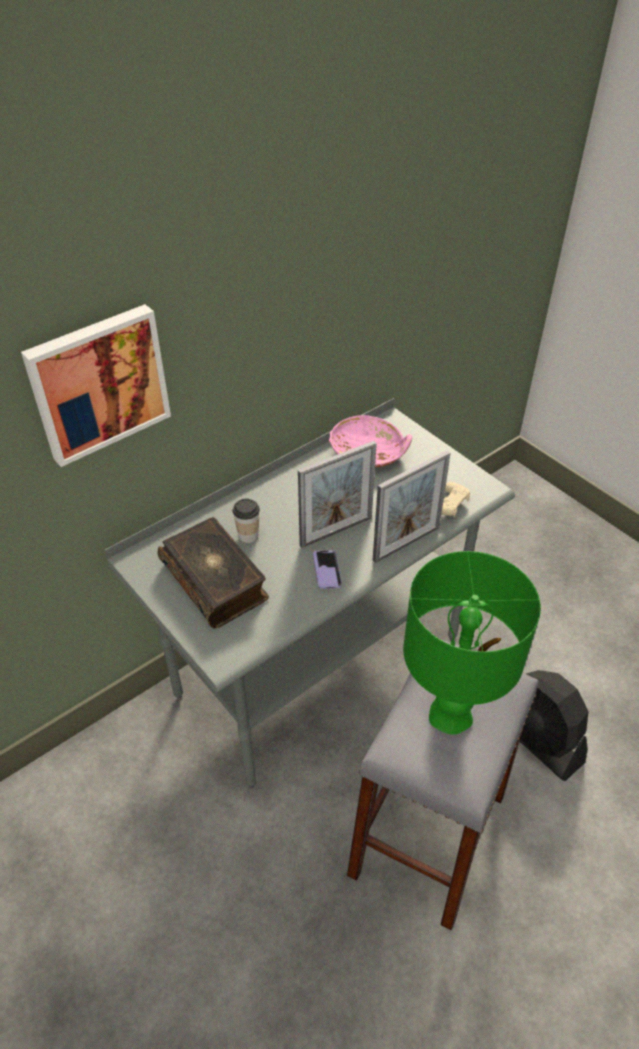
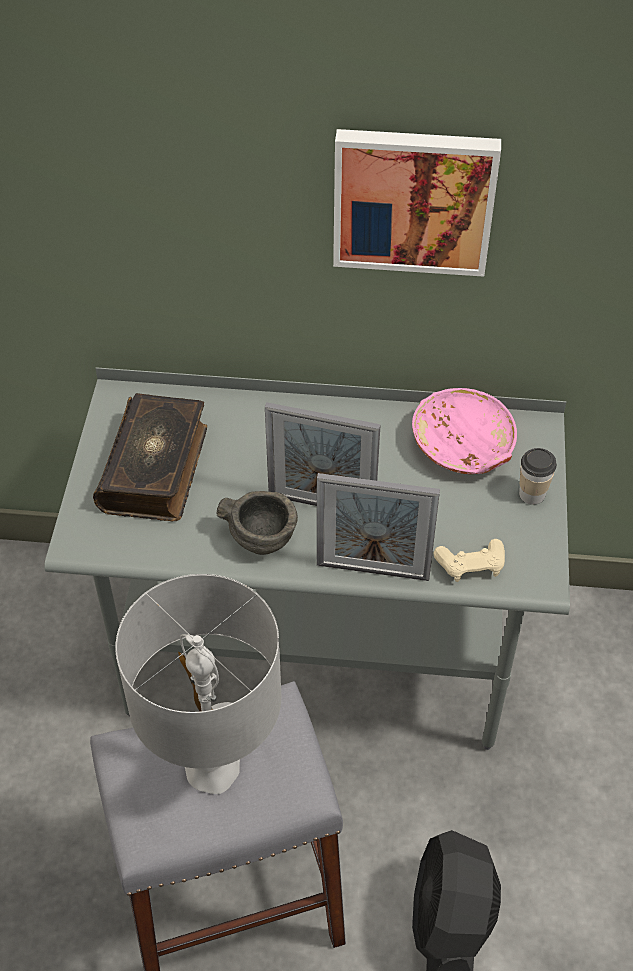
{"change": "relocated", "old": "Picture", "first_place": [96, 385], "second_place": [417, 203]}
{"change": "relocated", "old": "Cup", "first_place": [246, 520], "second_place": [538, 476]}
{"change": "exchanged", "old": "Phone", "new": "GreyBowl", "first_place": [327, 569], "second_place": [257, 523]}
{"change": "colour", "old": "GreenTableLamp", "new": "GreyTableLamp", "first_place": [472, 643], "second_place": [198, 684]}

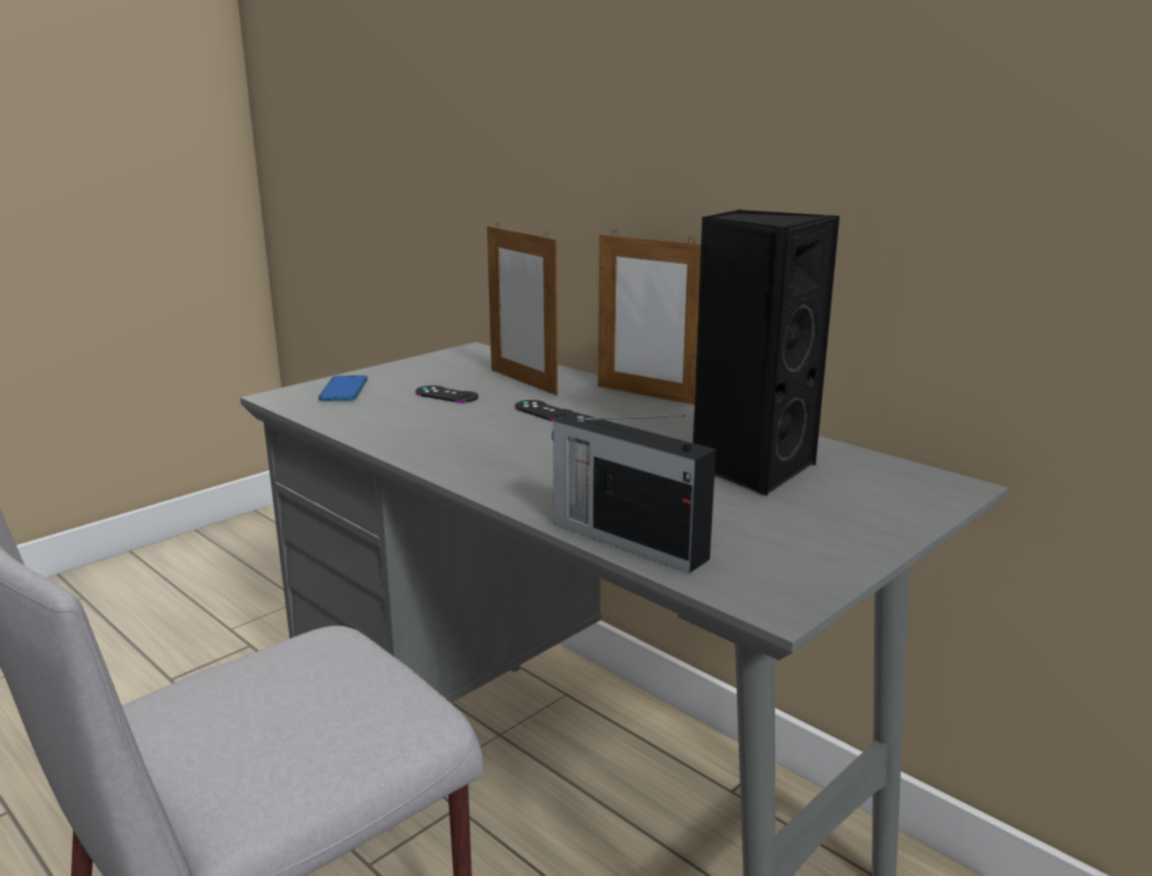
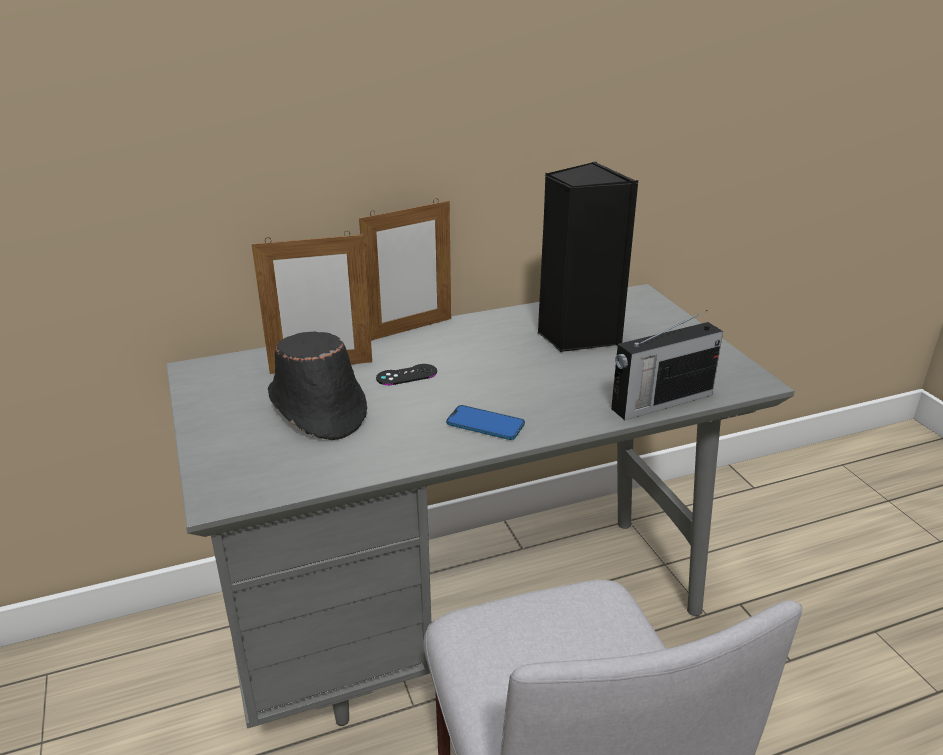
{"change": "relocated", "old": "Phone", "first_place": [343, 388], "second_place": [485, 422]}
{"change": "exchanged", "old": "BlackGameController", "new": "BlackHat", "first_place": [446, 394], "second_place": [317, 385]}

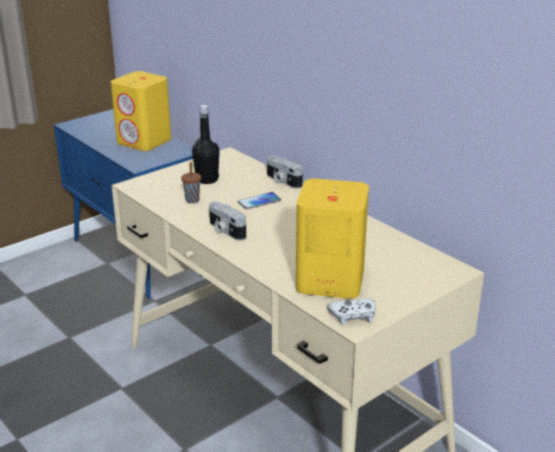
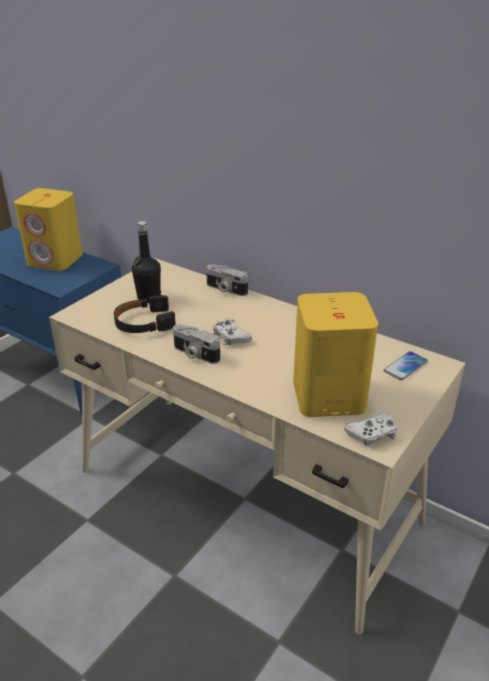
{"change": "appeared", "new": "WhiteGameController", "second_place": [232, 331]}
{"change": "relocated", "old": "Phone", "first_place": [259, 200], "second_place": [406, 365]}
{"change": "exchanged", "old": "BrownCup", "new": "BlackHeadphones", "first_place": [191, 182], "second_place": [145, 314]}

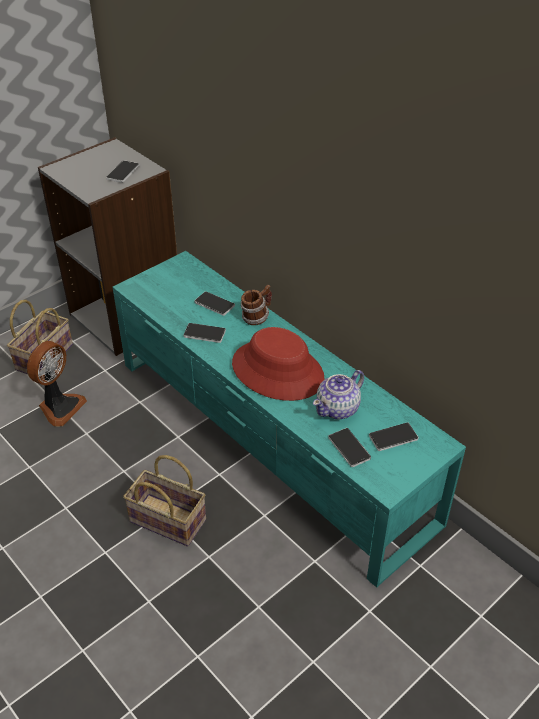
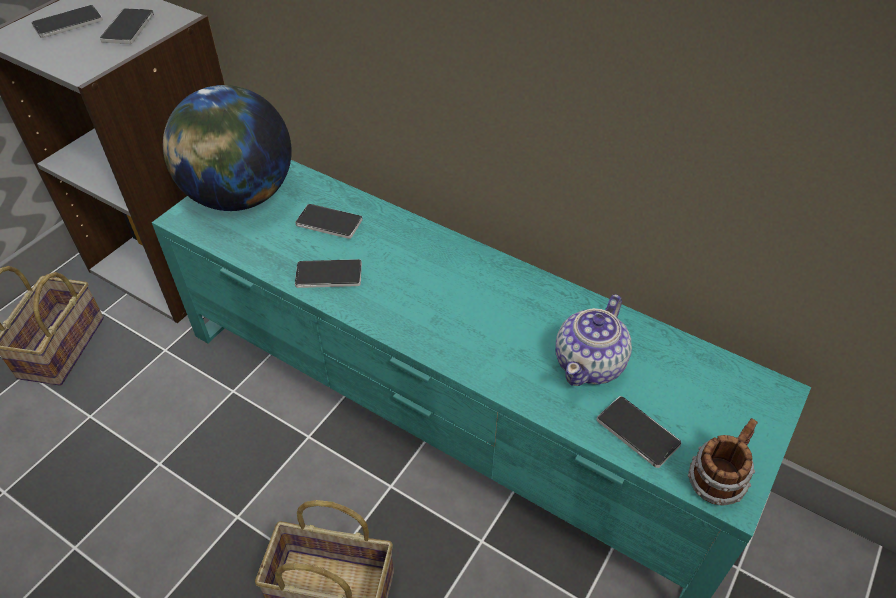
{"change": "missing", "old": "Fan", "first_place": [57, 384]}
{"change": "missing", "old": "RedHat", "first_place": [278, 364]}
{"change": "appeared", "new": "Globe", "second_place": [227, 148]}
{"change": "relocated", "old": "Mug", "first_place": [256, 305], "second_place": [723, 462]}
{"change": "relocated", "old": "Phone", "first_place": [394, 436], "second_place": [67, 21]}

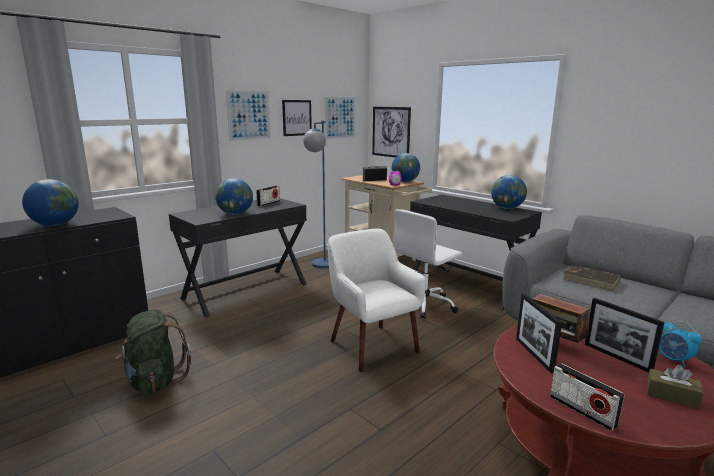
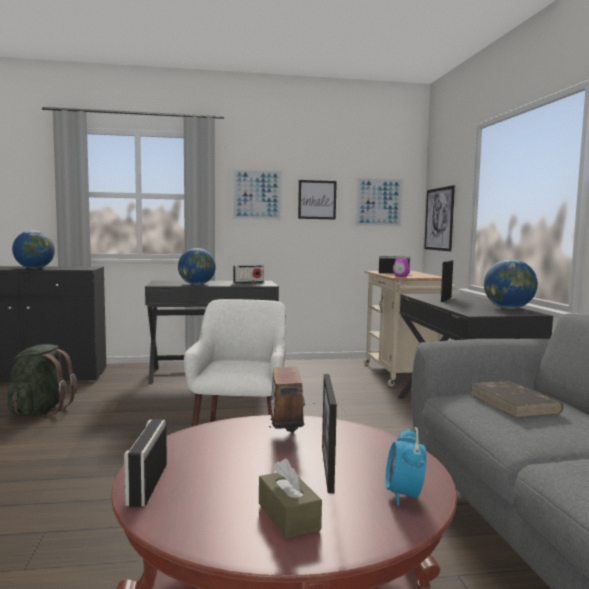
{"change": "missing", "old": "BlueFloorLamp", "first_place": [316, 194]}
{"change": "missing", "old": "Globe", "first_place": [406, 167]}
{"change": "missing", "old": "WhiteOfficeChair", "first_place": [428, 264]}
{"change": "relocated", "old": "PictureFrame", "first_place": [539, 333], "second_place": [447, 281]}

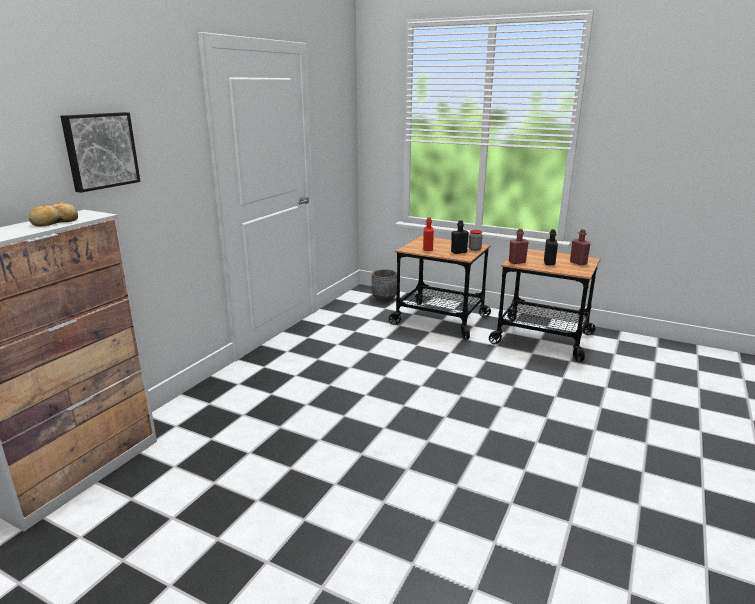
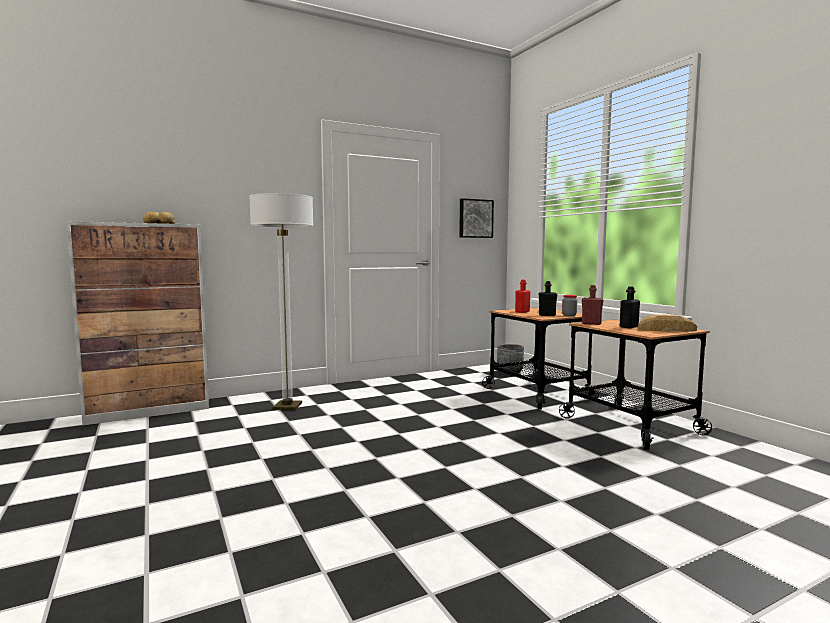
{"change": "appeared", "new": "FloorLamp", "second_place": [281, 301]}
{"change": "relocated", "old": "Picture", "first_place": [100, 152], "second_place": [476, 218]}
{"change": "exchanged", "old": "RedBottle", "new": "Bread", "first_place": [580, 247], "second_place": [667, 323]}

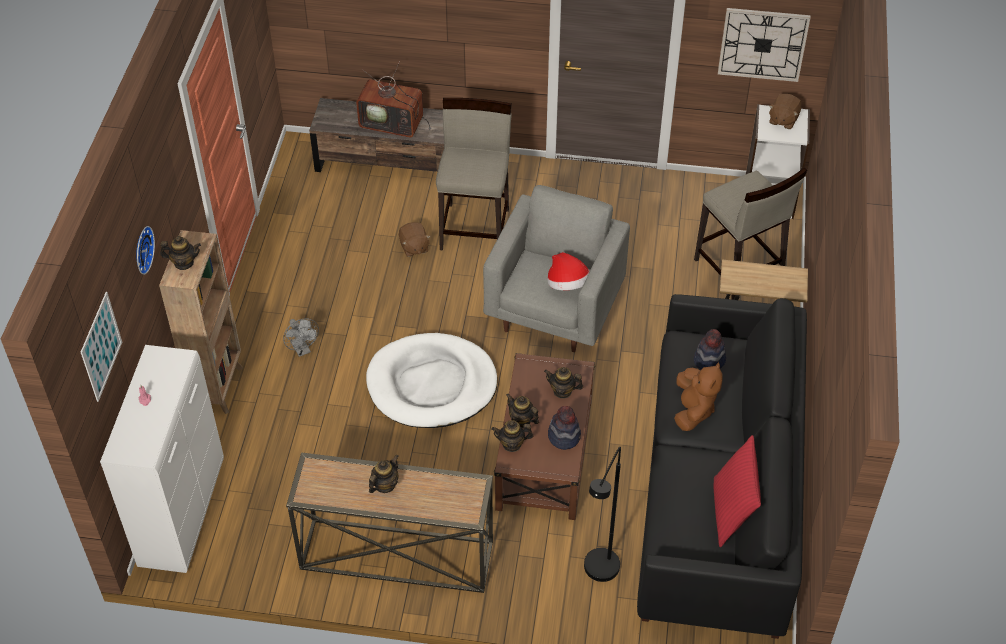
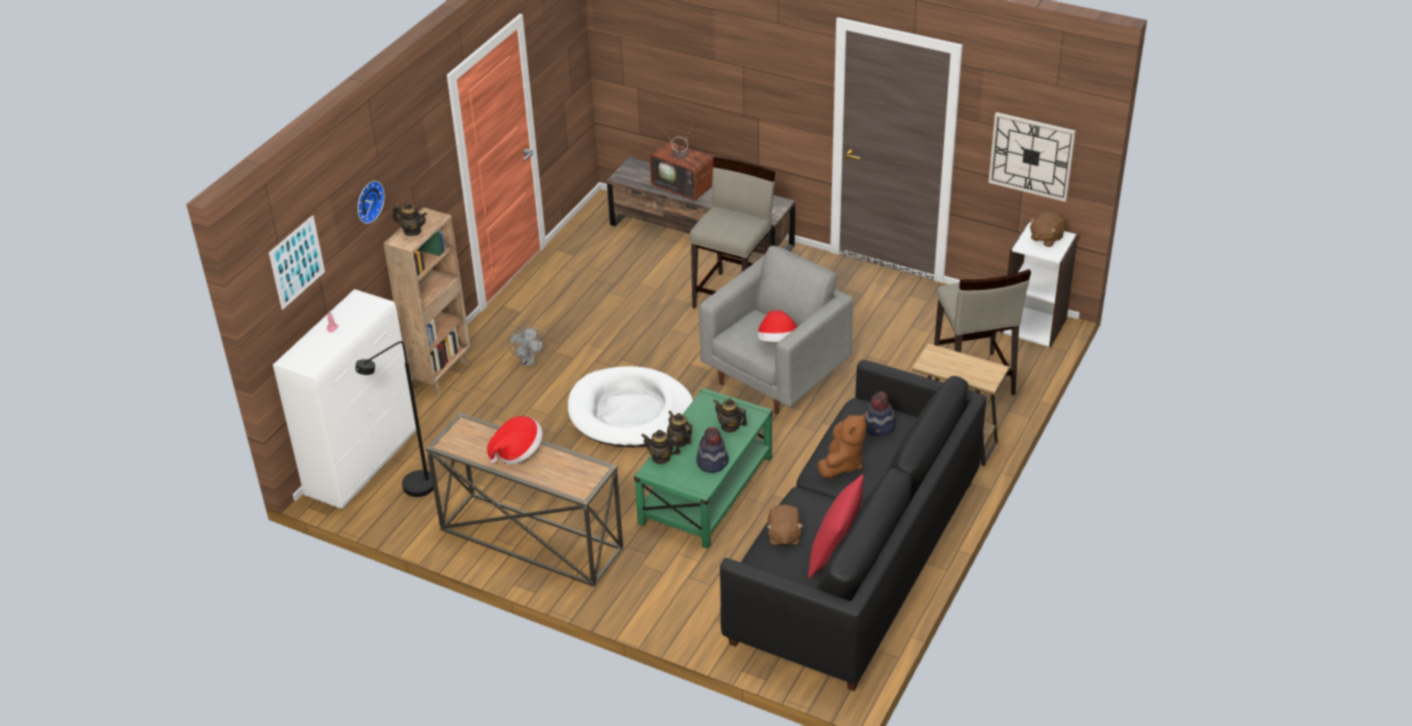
{"change": "relocated", "old": "BrownPlushToy", "first_place": [415, 239], "second_place": [784, 525]}
{"change": "relocated", "old": "BlackFloorLamp", "first_place": [602, 514], "second_place": [394, 419]}
{"change": "exchanged", "old": "Teapot", "new": "Hat", "first_place": [384, 474], "second_place": [515, 440]}
{"change": "colour", "old": "BrownCoffeeTable", "new": "GreenCoffeeTable", "first_place": [544, 436], "second_place": [703, 468]}

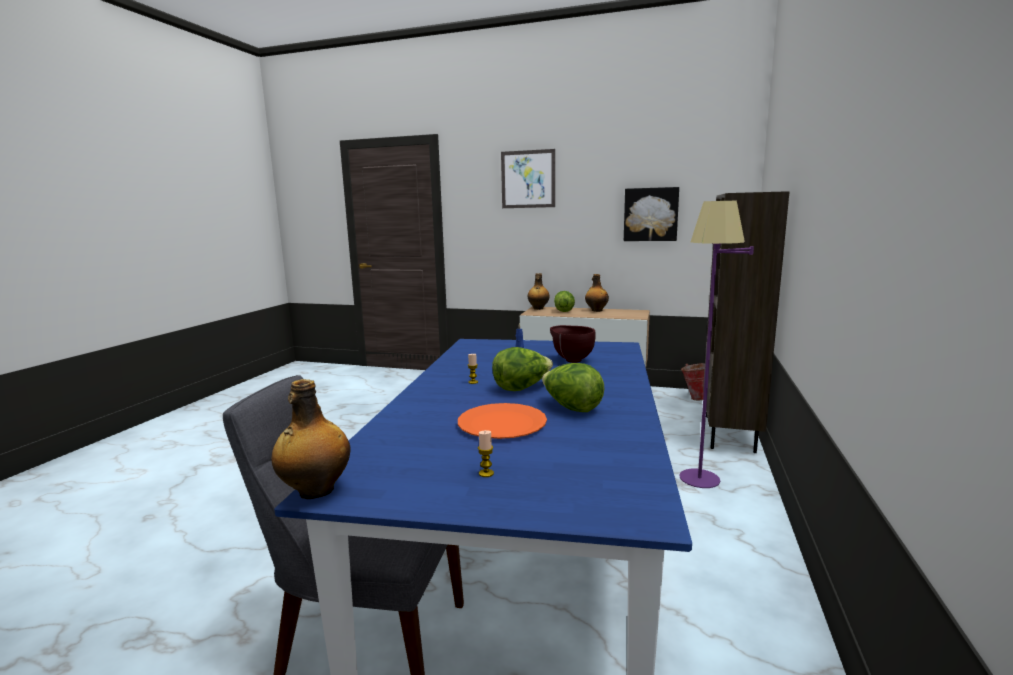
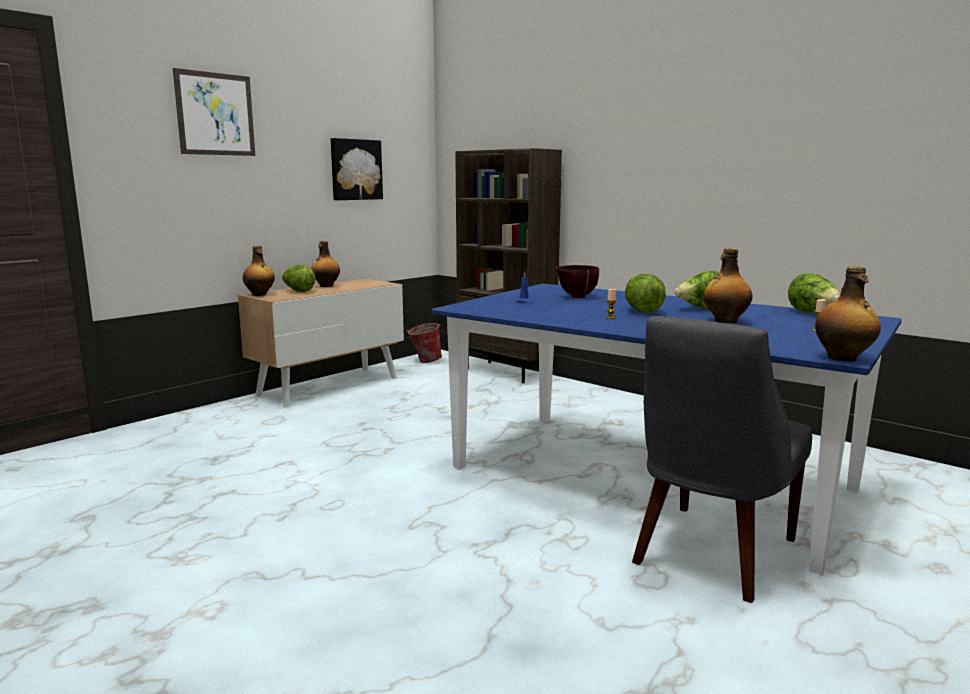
{"change": "missing", "old": "PurpleFloorLamp", "first_place": [716, 344]}
{"change": "appeared", "new": "Lettuce", "second_place": [814, 293]}
{"change": "exchanged", "old": "OrangePlate", "new": "Bottle", "first_place": [502, 421], "second_place": [728, 285]}

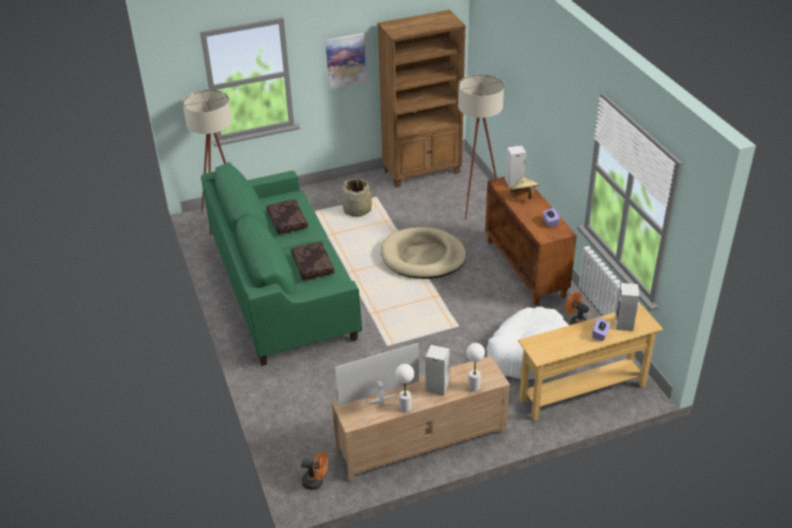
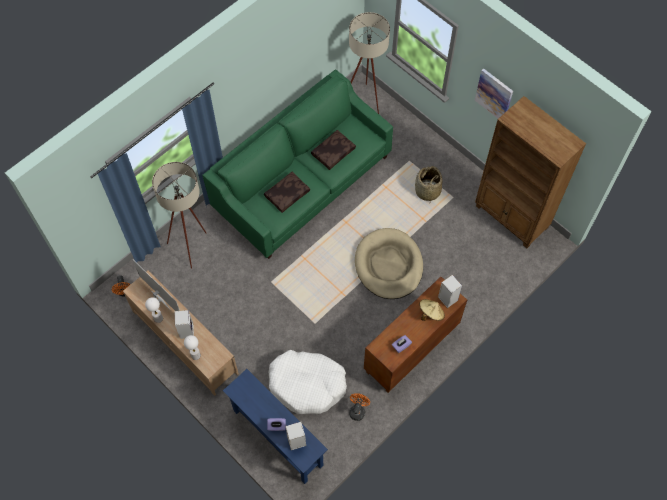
{"change": "relocated", "old": "BeigeFloorLamp", "first_place": [481, 146], "second_place": [179, 215]}
{"change": "colour", "old": "BeigeConsoleTable", "new": "BlueConsoleTable", "first_place": [590, 363], "second_place": [275, 426]}

